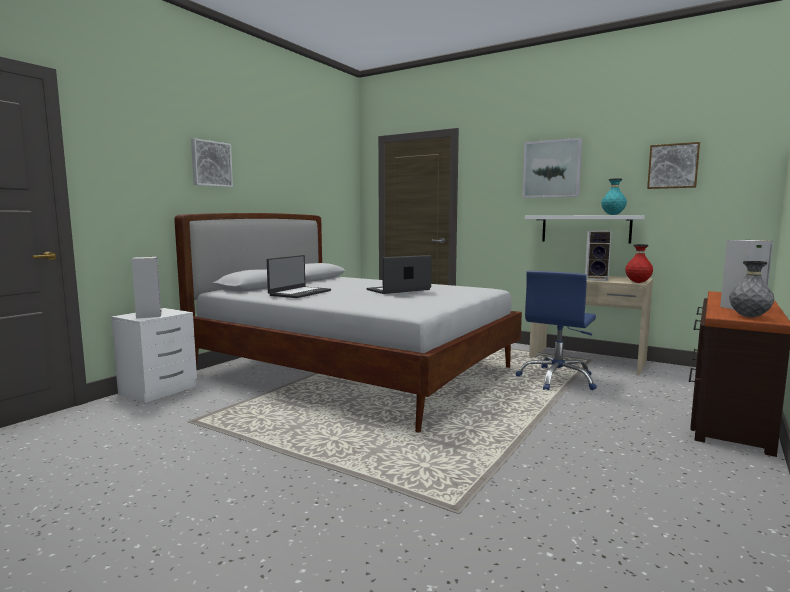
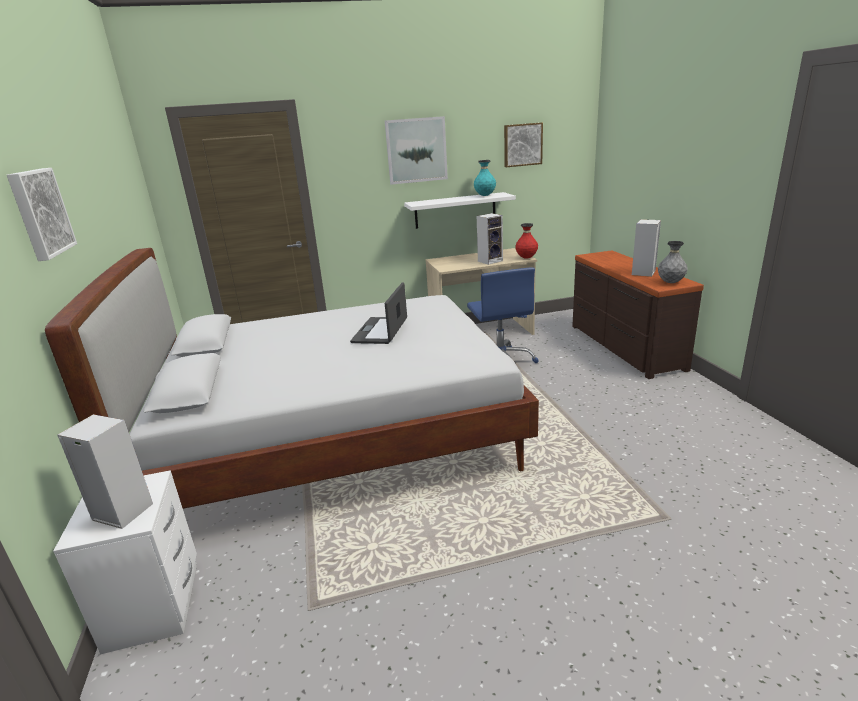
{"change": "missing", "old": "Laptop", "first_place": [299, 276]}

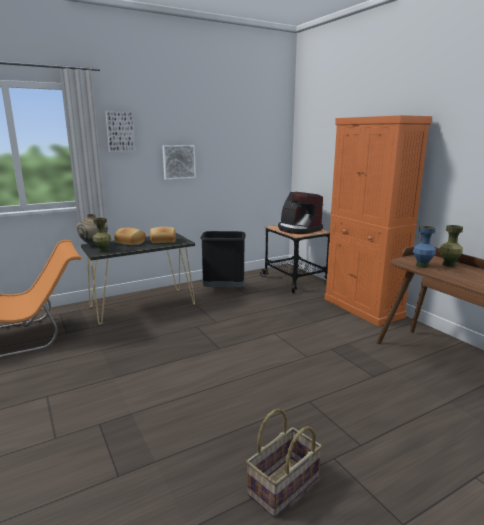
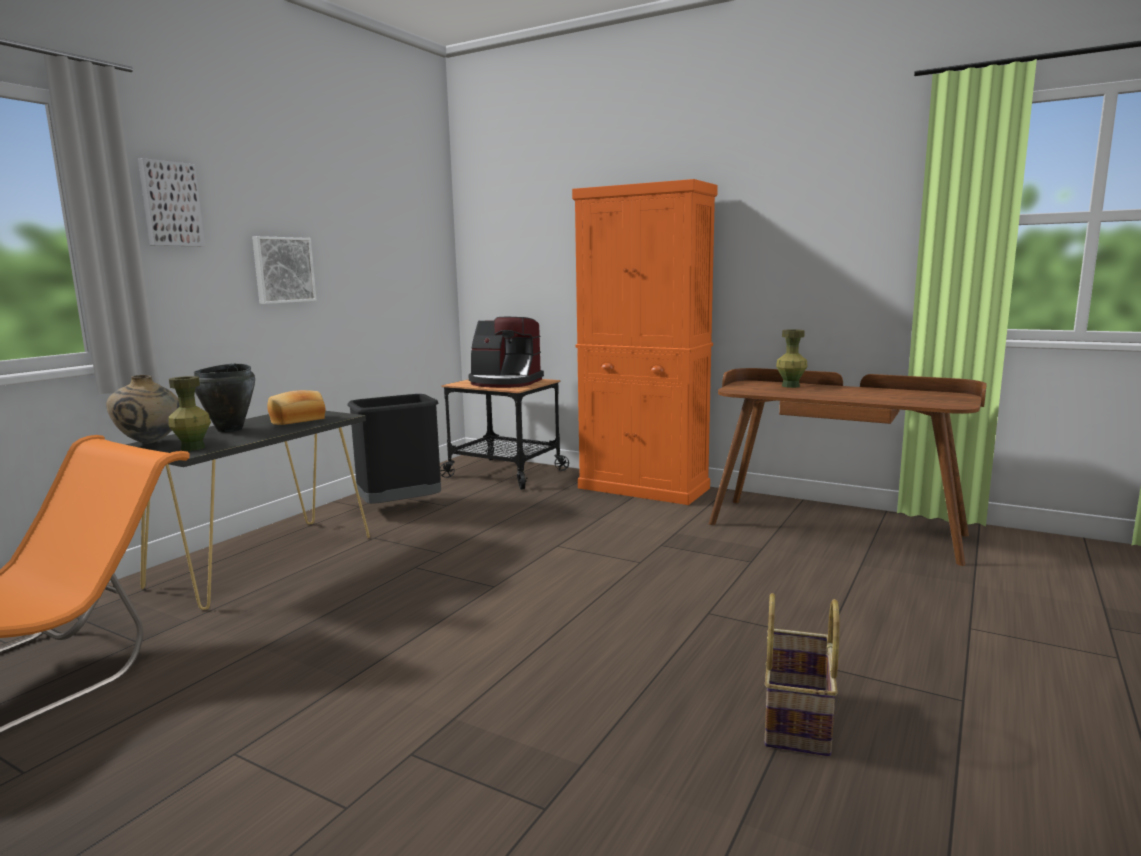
{"change": "missing", "old": "BlueVase", "first_place": [424, 247]}
{"change": "exchanged", "old": "Bread", "new": "BlackCookingPot", "first_place": [130, 236], "second_place": [224, 398]}

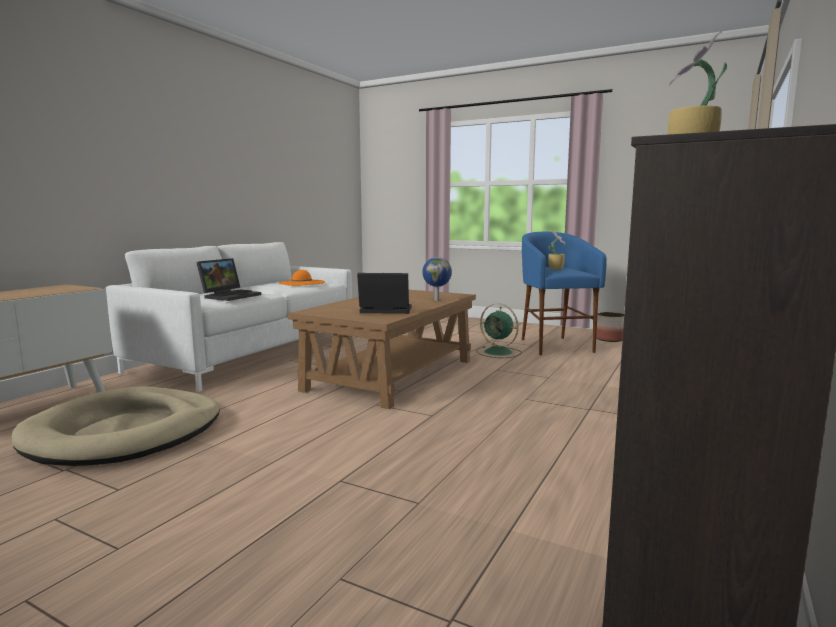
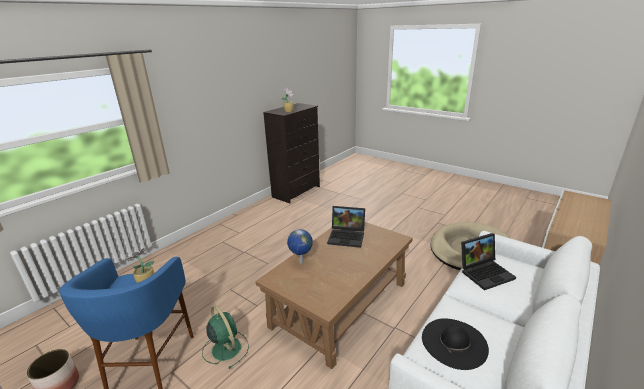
{"change": "colour", "old": "OrangeHat", "new": "BlackHat", "first_place": [301, 278], "second_place": [455, 344]}
{"change": "spun", "old": "Laptop", "first_place": [228, 279], "second_place": [488, 261], "degrees": -150}

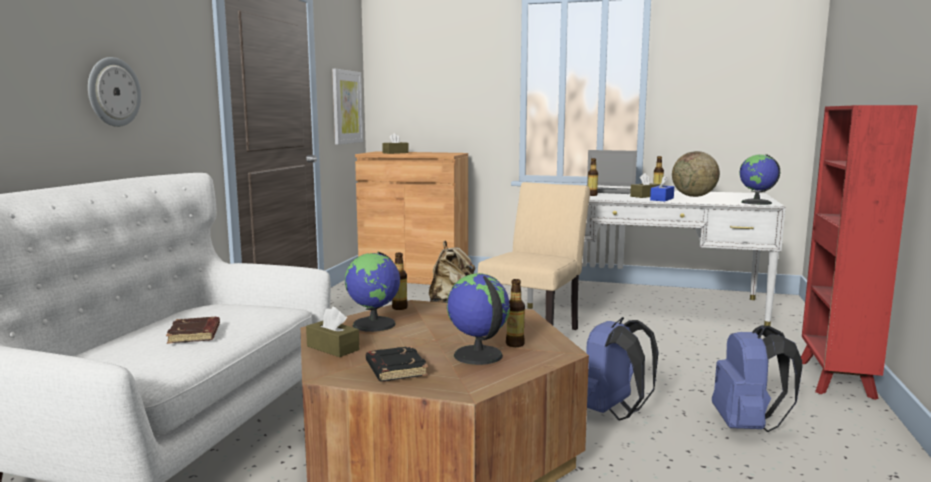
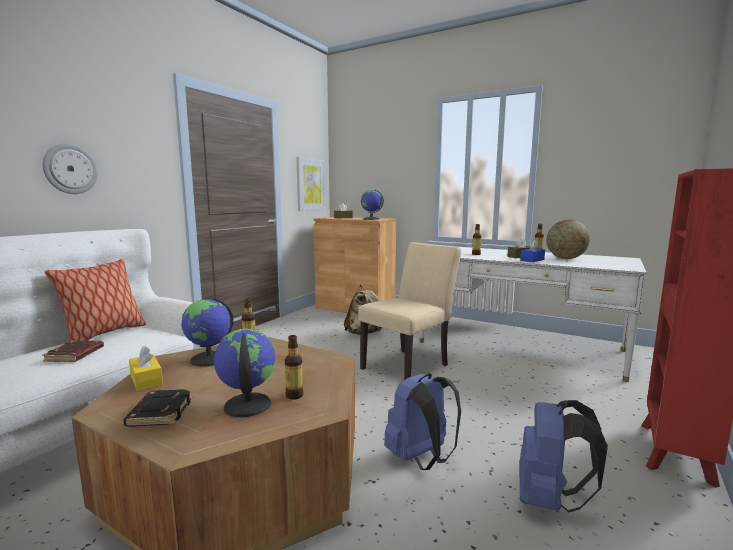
{"change": "missing", "old": "Laptop", "first_place": [611, 172]}
{"change": "appeared", "new": "Pillow", "second_place": [95, 300]}
{"change": "relocated", "old": "Globe", "first_place": [759, 179], "second_place": [372, 205]}
{"change": "colour", "old": "BrownTissueBox", "new": "YellowTissueBox", "first_place": [332, 332], "second_place": [146, 369]}

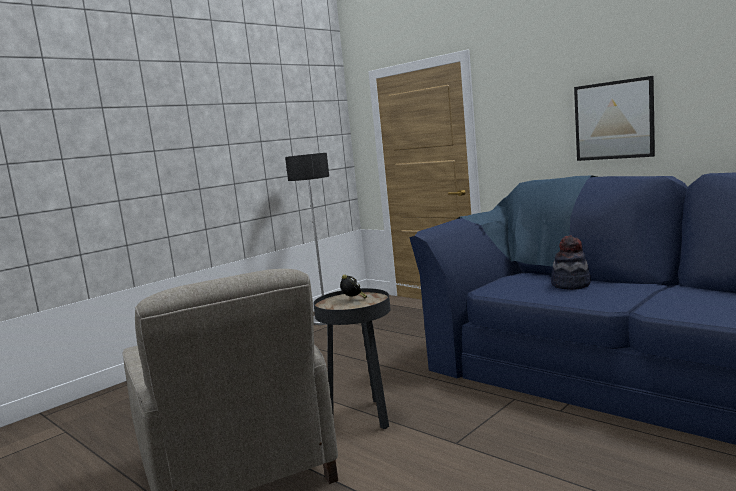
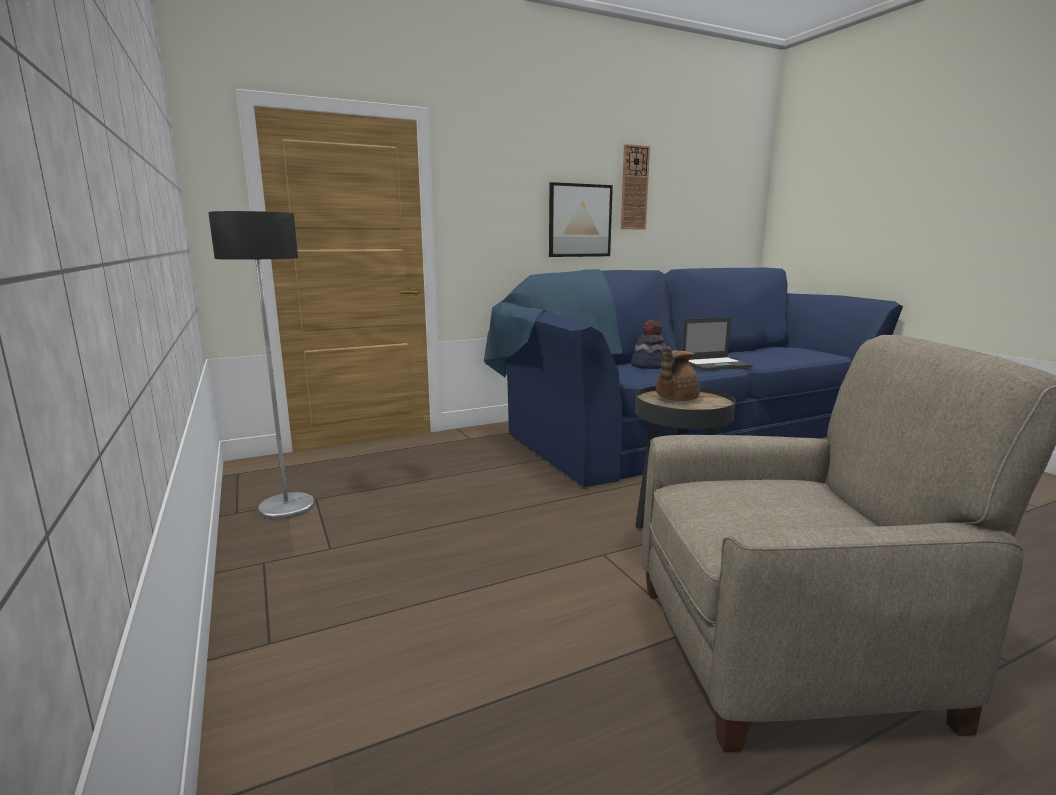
{"change": "appeared", "new": "WallClock", "second_place": [635, 186]}
{"change": "appeared", "new": "Laptop", "second_place": [717, 344]}
{"change": "exchanged", "old": "AlarmClock", "new": "BrownTeapot", "first_place": [353, 286], "second_place": [678, 373]}

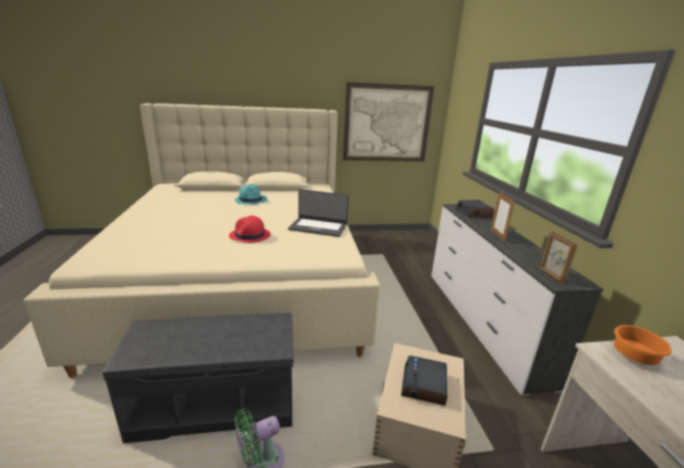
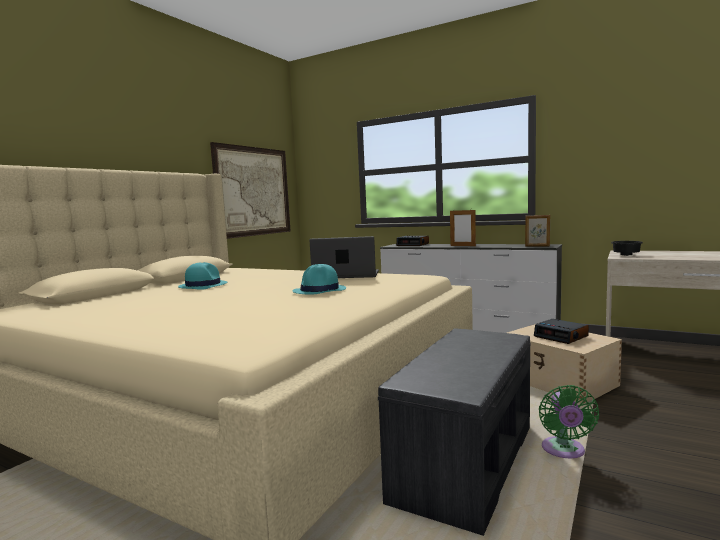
{"change": "colour", "old": "RedHat", "new": "TurquoiseHat", "first_place": [250, 229], "second_place": [319, 279]}
{"change": "colour", "old": "OrangeBowl", "new": "BlackBowl", "first_place": [643, 345], "second_place": [627, 248]}
{"change": "spun", "old": "Laptop", "first_place": [318, 213], "second_place": [344, 257], "degrees": -135}

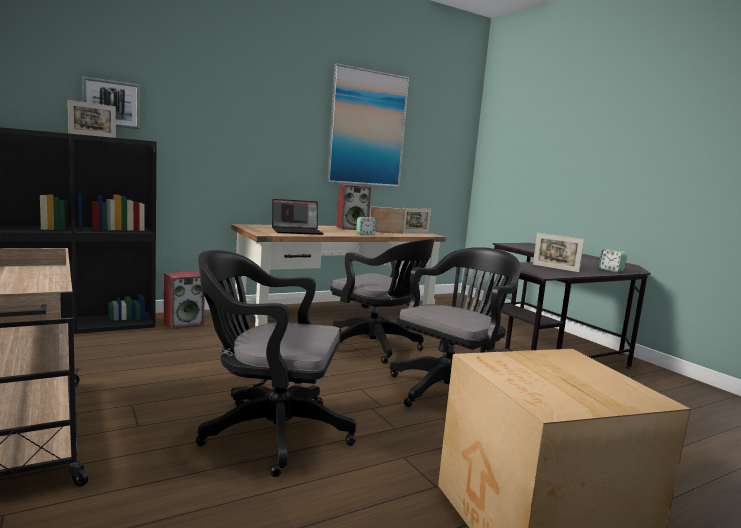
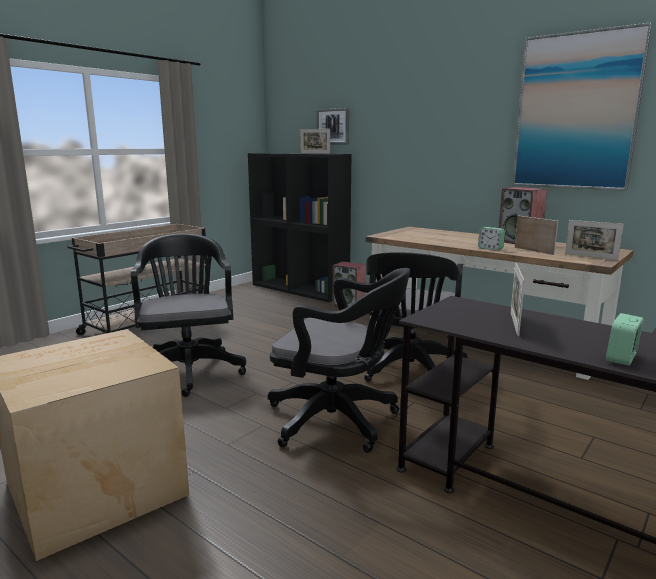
{"change": "missing", "old": "Laptop", "first_place": [298, 217]}

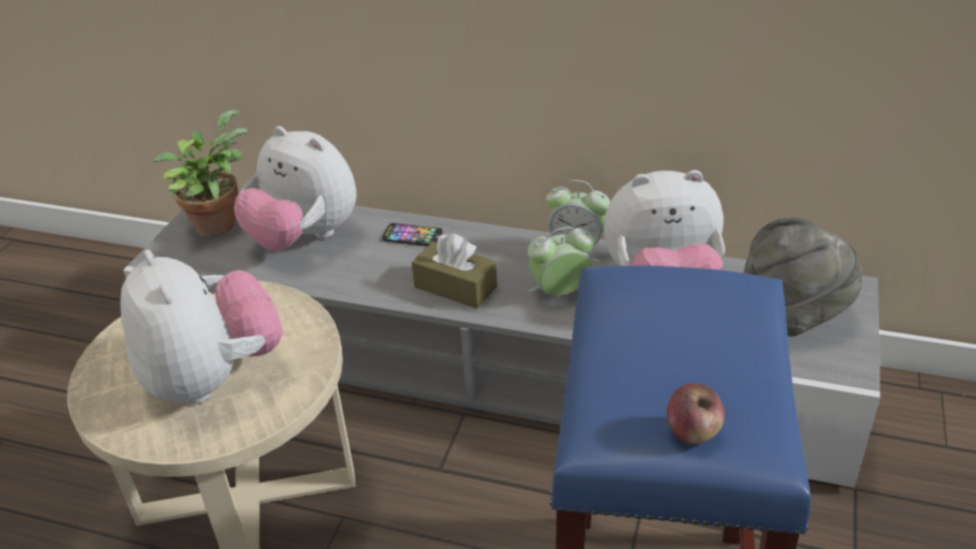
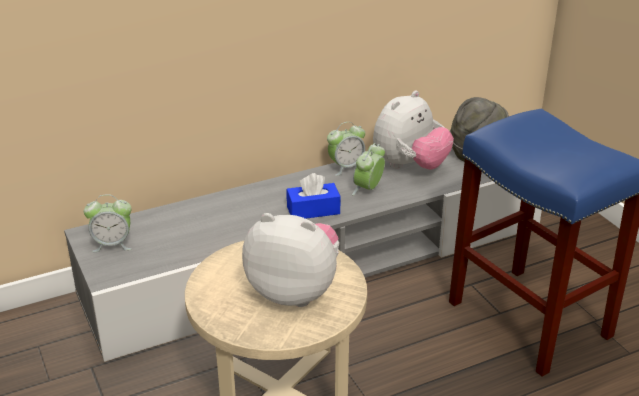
{"change": "missing", "old": "PlushToy", "first_place": [295, 188]}
{"change": "missing", "old": "Phone", "first_place": [412, 234]}
{"change": "missing", "old": "Apple", "first_place": [696, 414]}
{"change": "exchanged", "old": "PottedPlant", "new": "AlarmClock", "first_place": [200, 173], "second_place": [108, 223]}
{"change": "colour", "old": "BrownTissueBox", "new": "BlueTissueBox", "first_place": [454, 270], "second_place": [314, 196]}

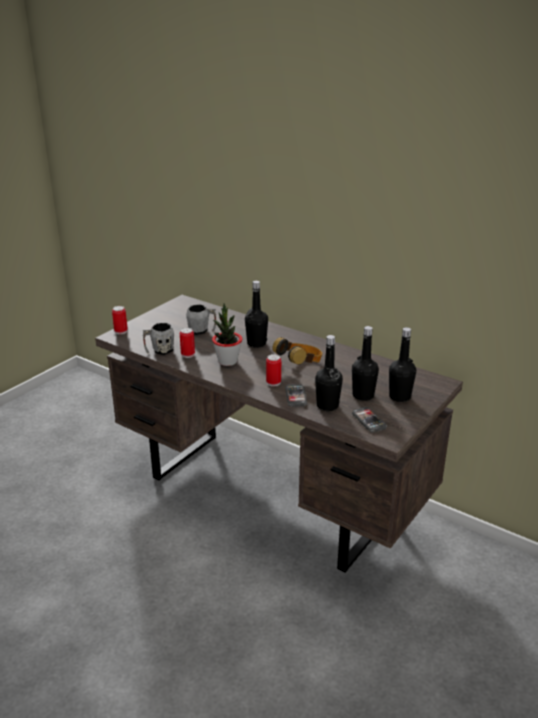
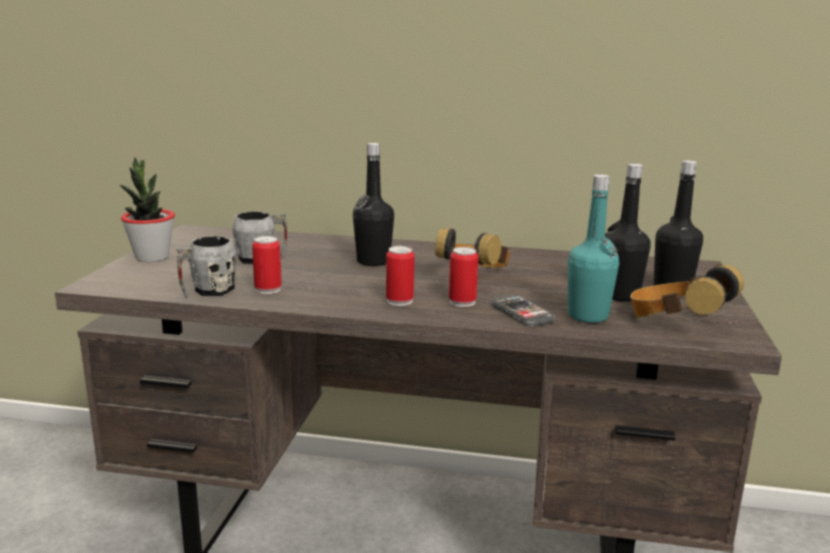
{"change": "relocated", "old": "Can", "first_place": [120, 320], "second_place": [400, 276]}
{"change": "relocated", "old": "PottedPlant", "first_place": [227, 334], "second_place": [147, 209]}
{"change": "exchanged", "old": "Phone", "new": "Headphones", "first_place": [369, 419], "second_place": [687, 290]}
{"change": "colour", "old": "BlackBottle", "new": "TurquoiseBottle", "first_place": [329, 373], "second_place": [593, 248]}

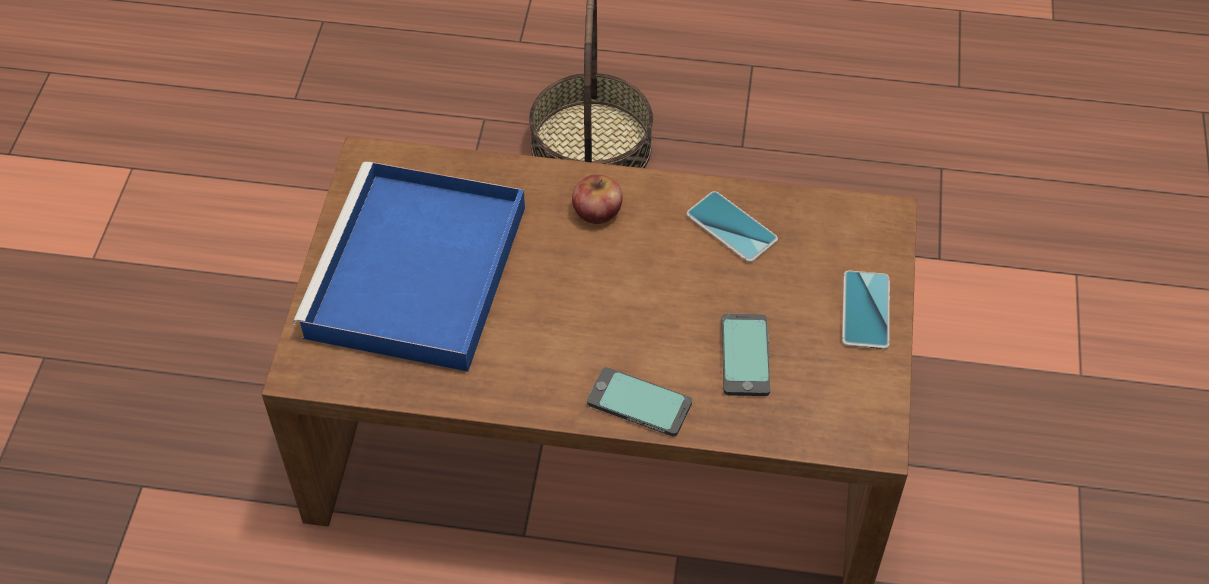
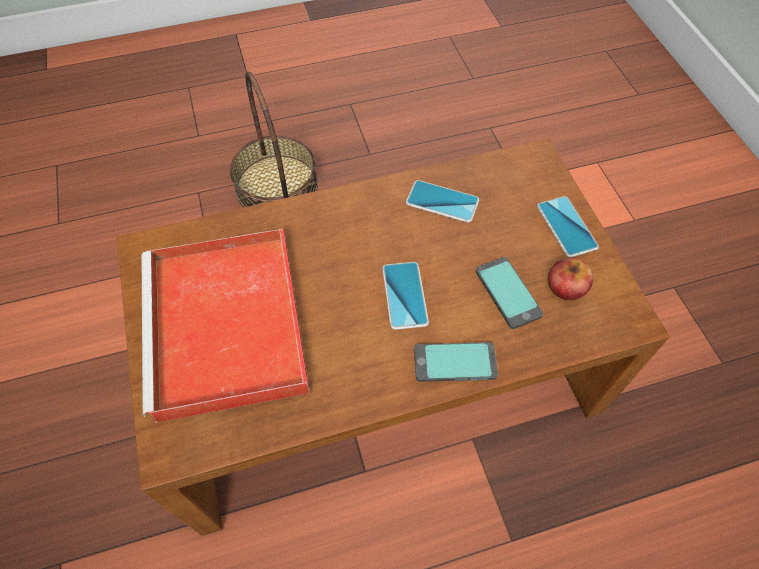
{"change": "appeared", "new": "Phone", "second_place": [405, 296]}
{"change": "relocated", "old": "Apple", "first_place": [597, 199], "second_place": [570, 279]}
{"change": "colour", "old": "BlueTray", "new": "RedTray", "first_place": [409, 267], "second_place": [225, 326]}

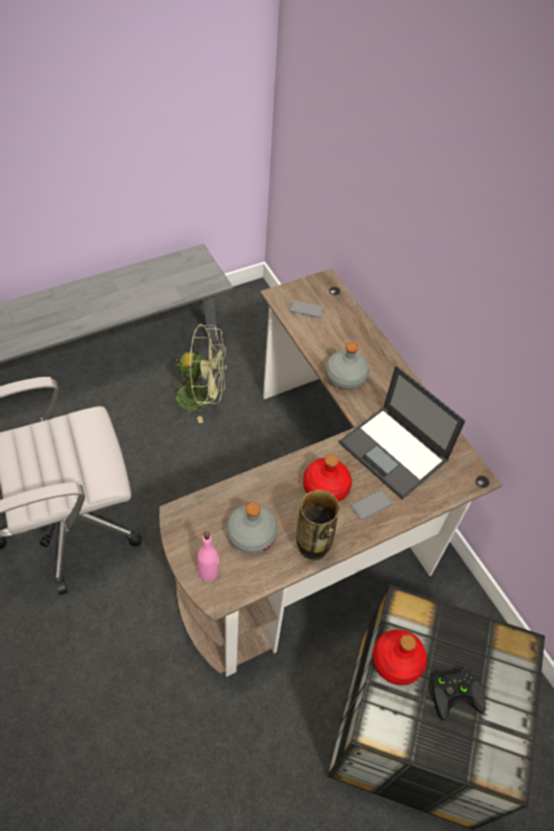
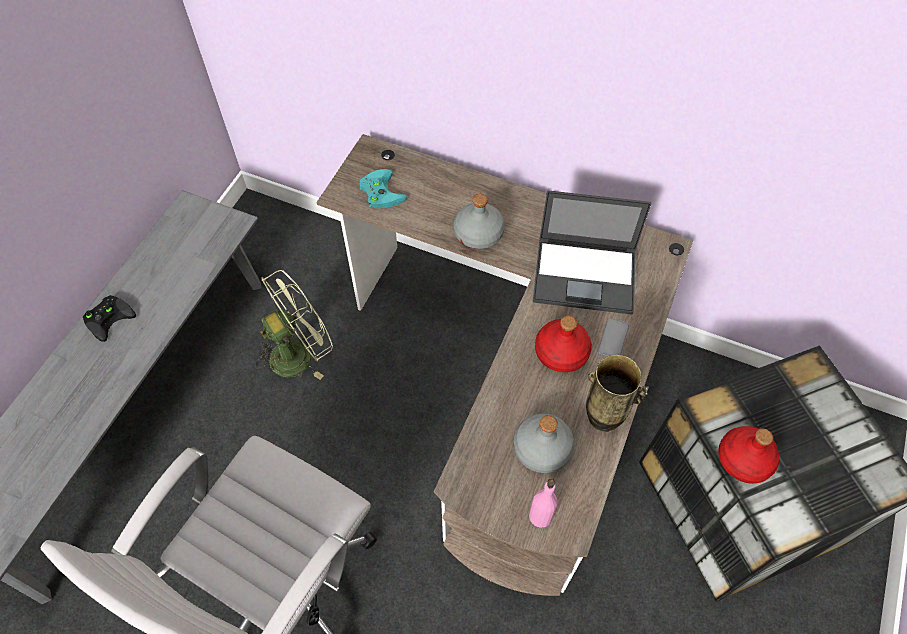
{"change": "relocated", "old": "BlackGameController", "first_place": [459, 695], "second_place": [109, 318]}
{"change": "exchanged", "old": "Phone", "new": "TurquoiseGameController", "first_place": [307, 309], "second_place": [383, 188]}

